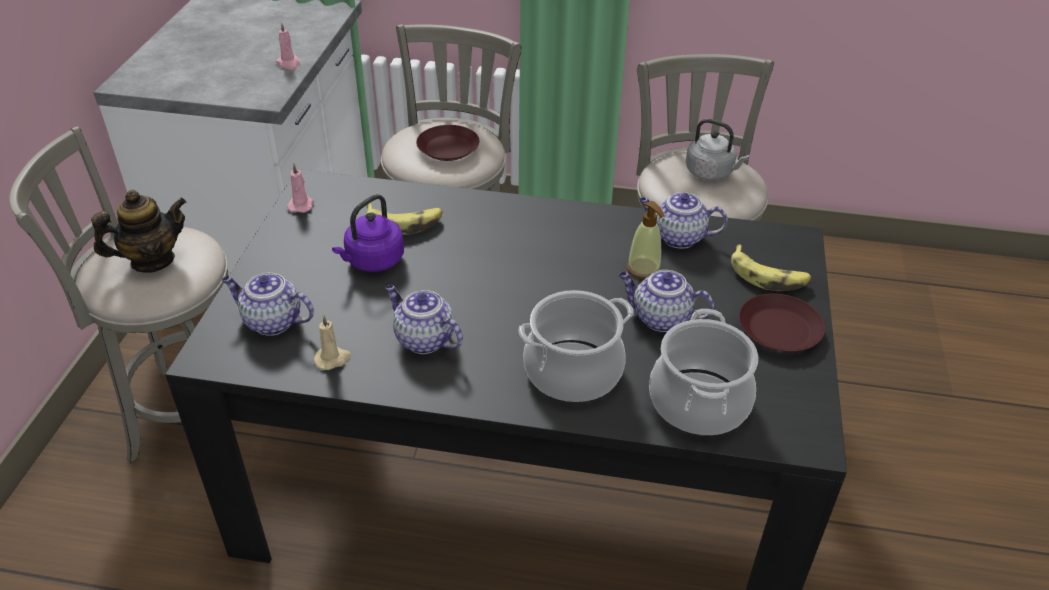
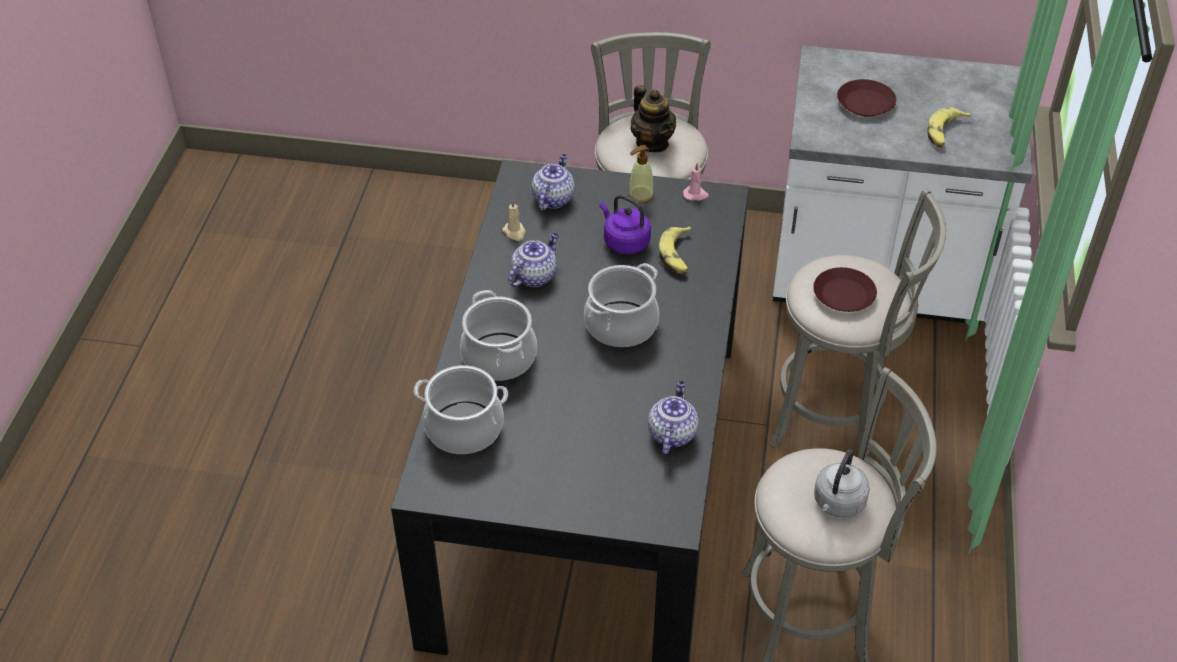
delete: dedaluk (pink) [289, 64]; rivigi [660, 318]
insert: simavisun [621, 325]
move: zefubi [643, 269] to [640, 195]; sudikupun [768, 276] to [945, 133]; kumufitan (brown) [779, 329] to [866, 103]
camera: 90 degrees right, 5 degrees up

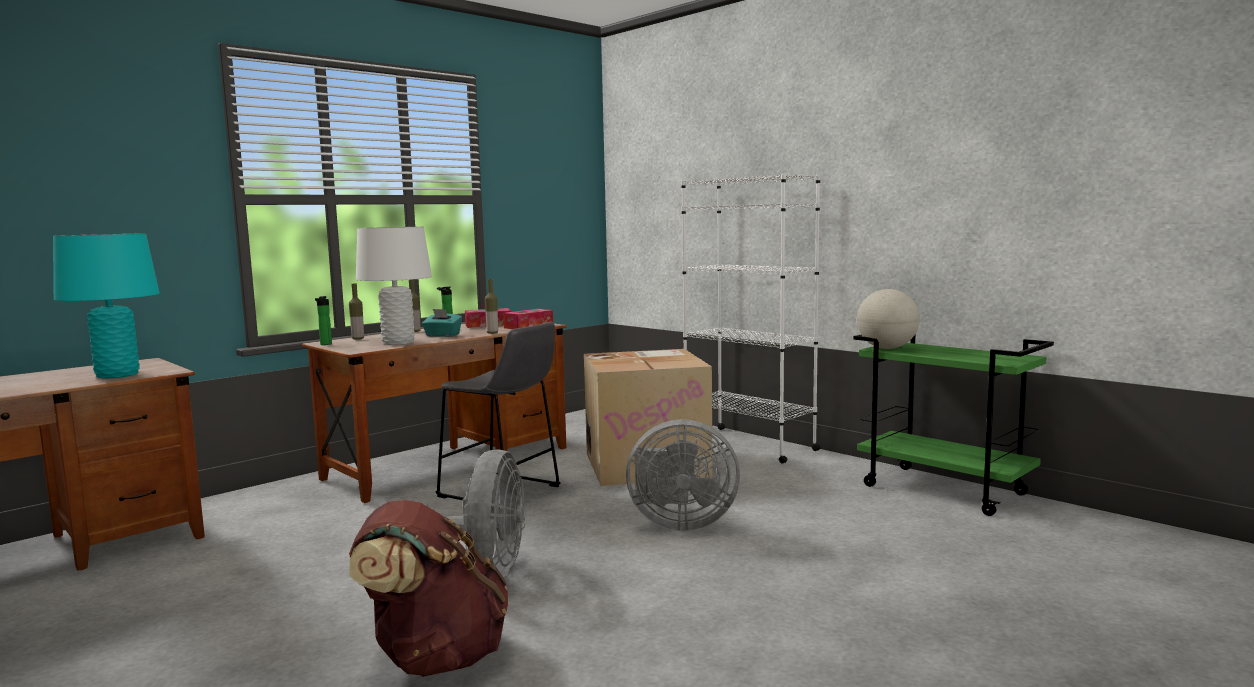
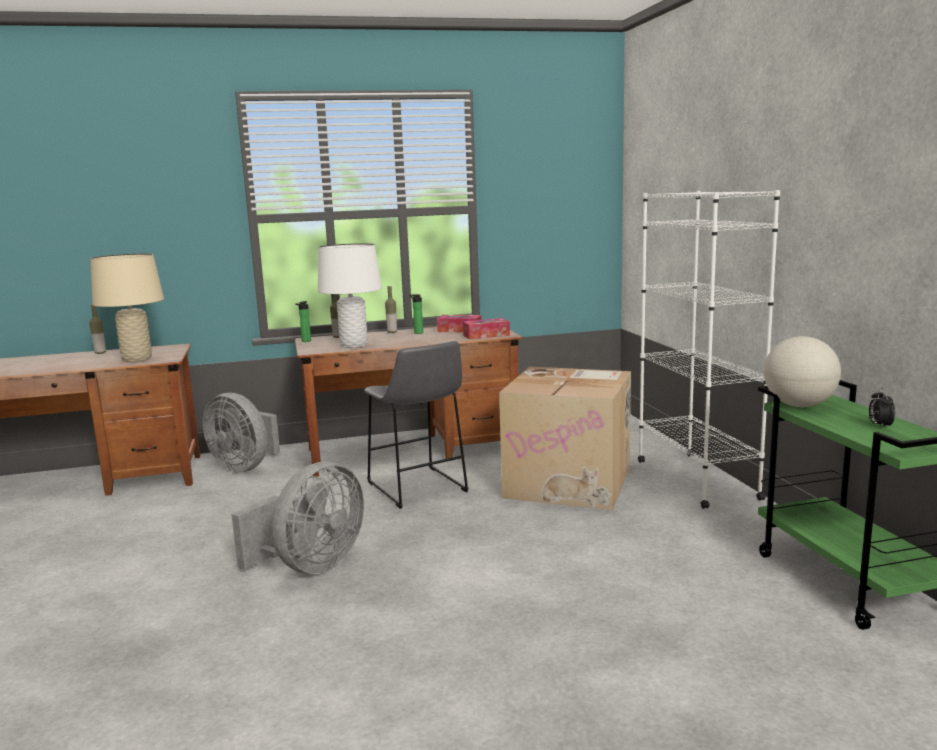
delete: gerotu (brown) [434, 658]; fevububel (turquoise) [442, 335]
insert: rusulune [879, 426]
move: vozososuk [492, 333] to [100, 353]; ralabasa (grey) [679, 524] to [245, 467]
recolor: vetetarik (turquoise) [117, 375] to vetetarik (beige) [137, 359]
camera: 30 degrees right, 5 degrees up

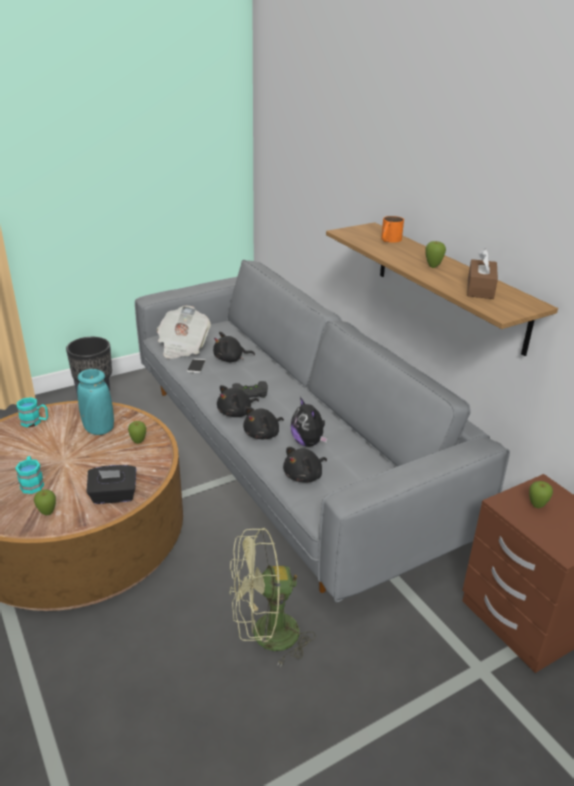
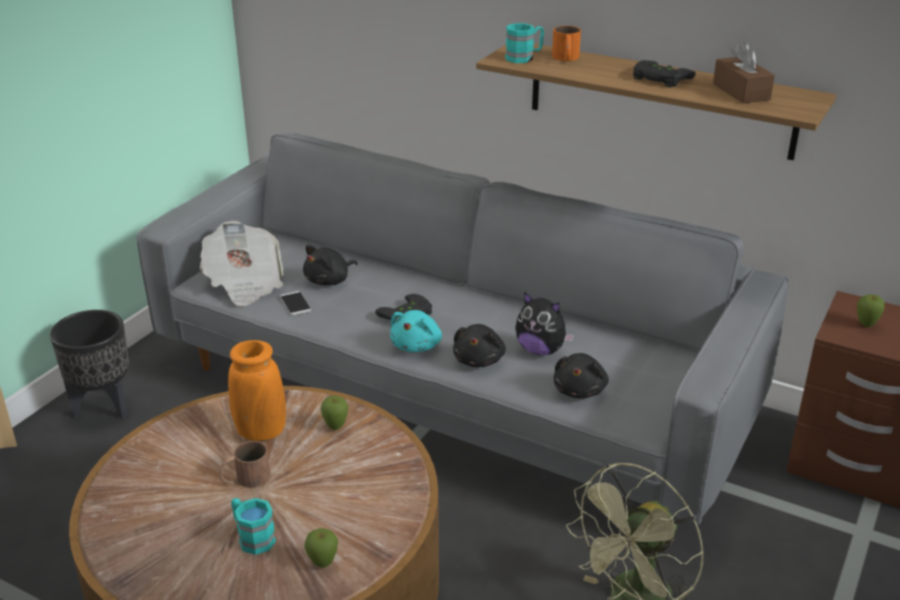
delete: fevububel (black) [113, 496]
insert: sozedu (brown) [245, 479]
move: sozedu (turquoise) [35, 422] to [524, 57]
replace: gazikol [433, 266] to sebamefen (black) [659, 78]
recolor: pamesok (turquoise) [99, 429] to pamesok (orange) [261, 432]; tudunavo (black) [236, 413] to tudunavo (turquoise) [417, 345]
camera: 30 degrees left, 0 degrees up

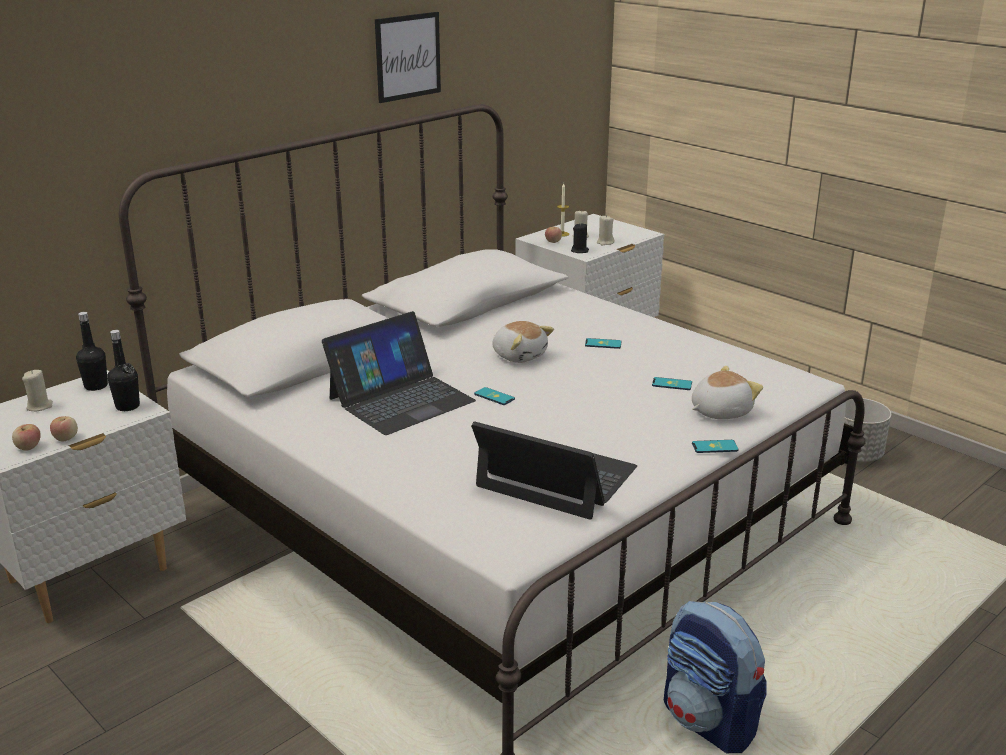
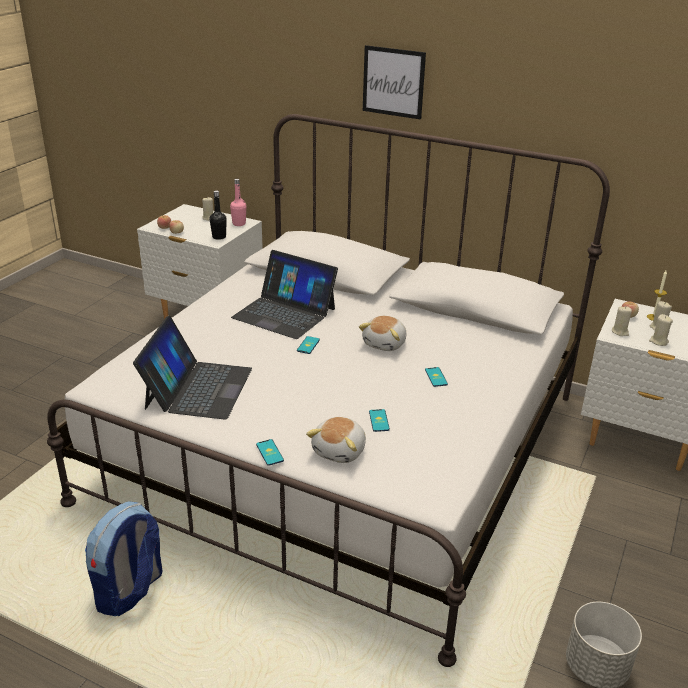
move: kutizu [408, 56] to [393, 82]
recolor: vozososuk (black) [96, 386] to vozososuk (pink) [239, 224]; dedaluk (black) [580, 251] to dedaluk (beige) [620, 332]
rotate: tudunavo [719, 411] = [340, 451] 75 degrees clockwise
camera: 70 degrees right, 5 degrees up

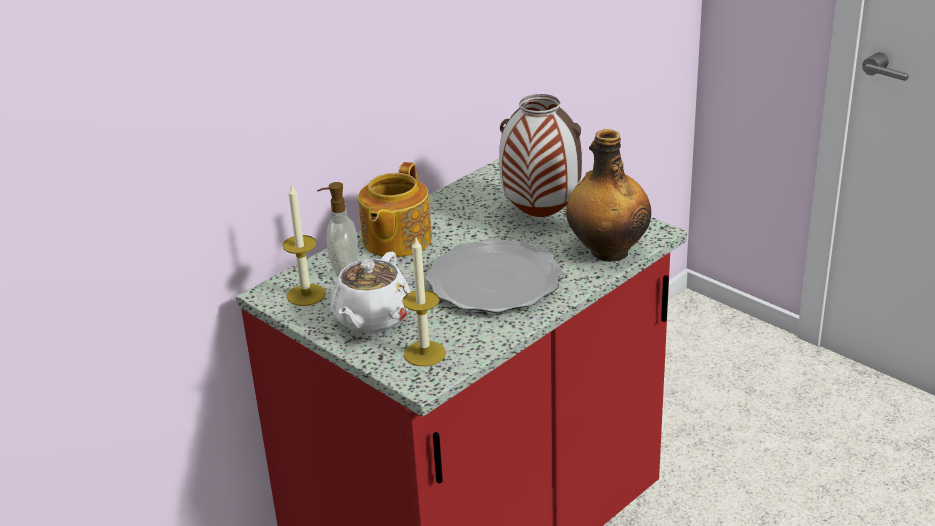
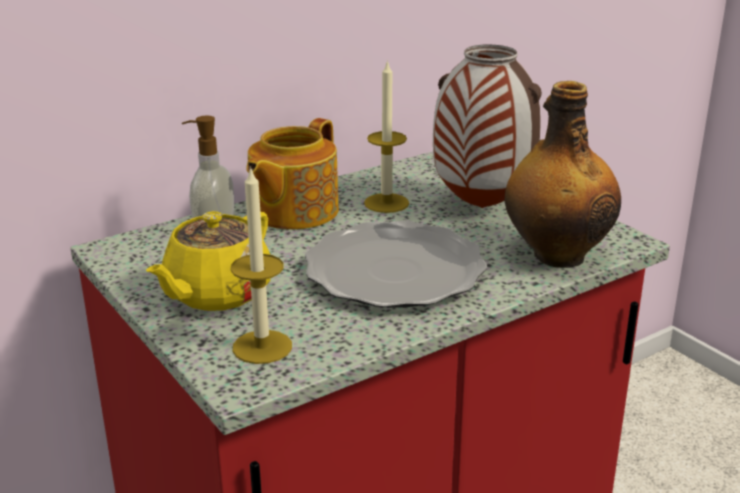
move: dedaluk [306, 295] to [386, 203]
recolor: rivigi (white) [371, 318] to rivigi (yellow) [216, 293]
camera: 10 degrees right, 5 degrees down

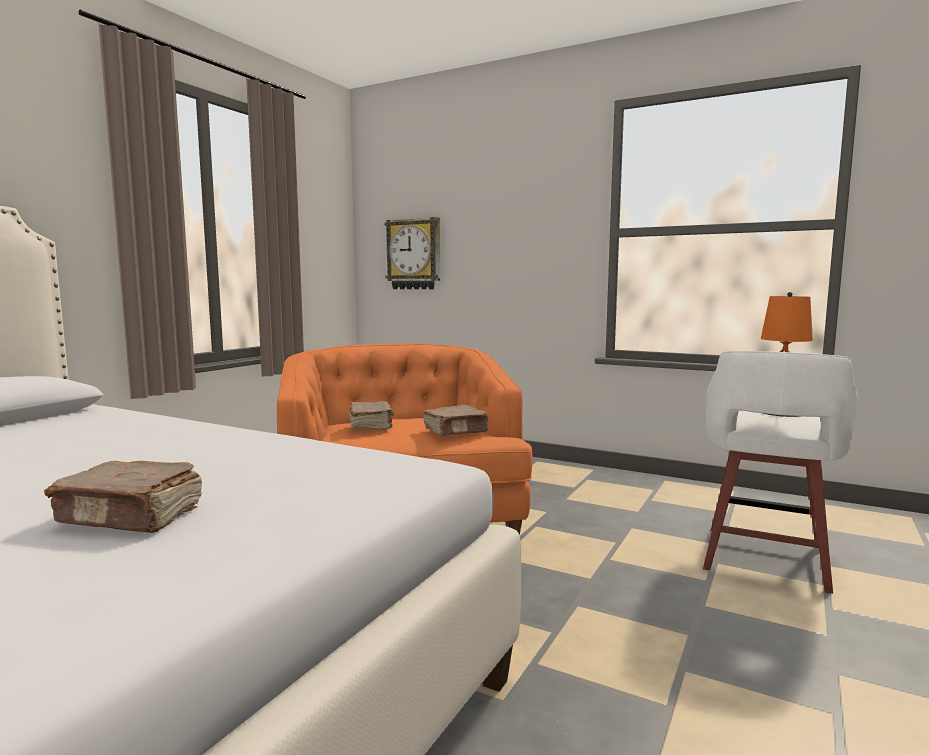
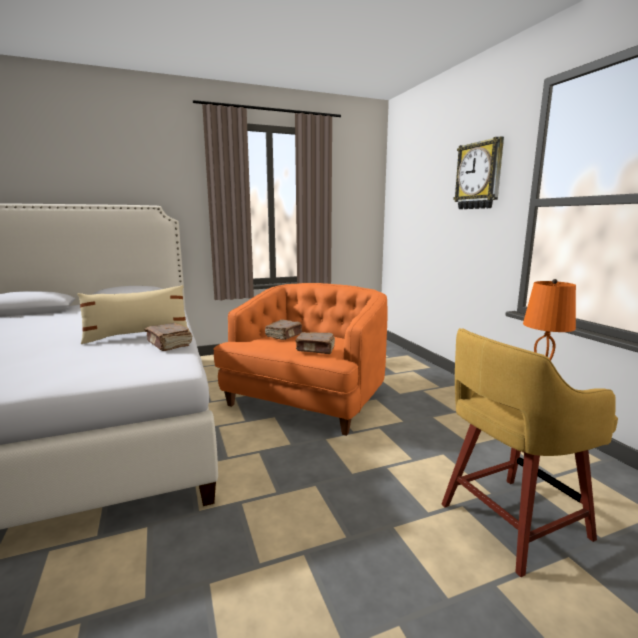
insert: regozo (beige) [137, 335]
move: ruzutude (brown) [132, 517] to [169, 344]; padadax [414, 254] to [479, 176]
recolor: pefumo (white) [763, 559] to pefumo (yellow) [510, 522]
camera: 40 degrees right, 5 degrees up

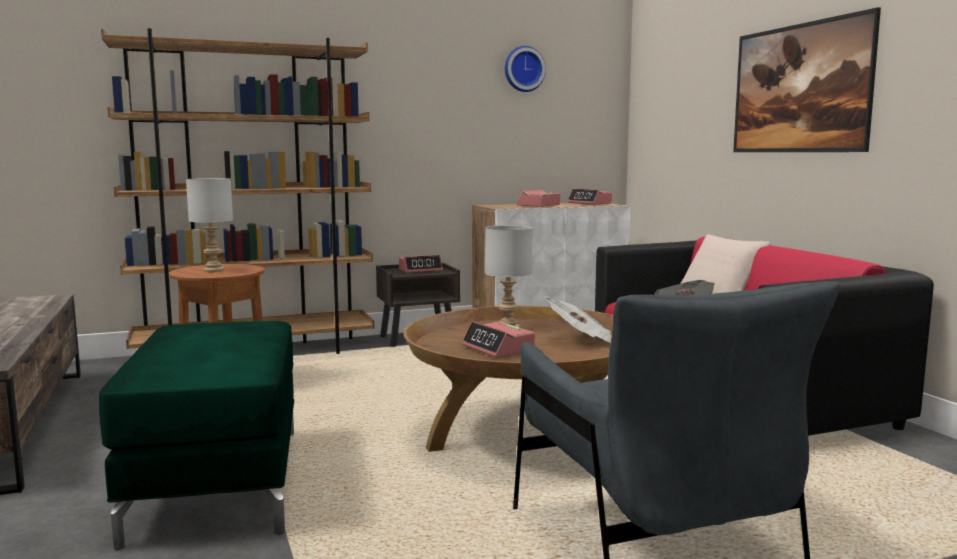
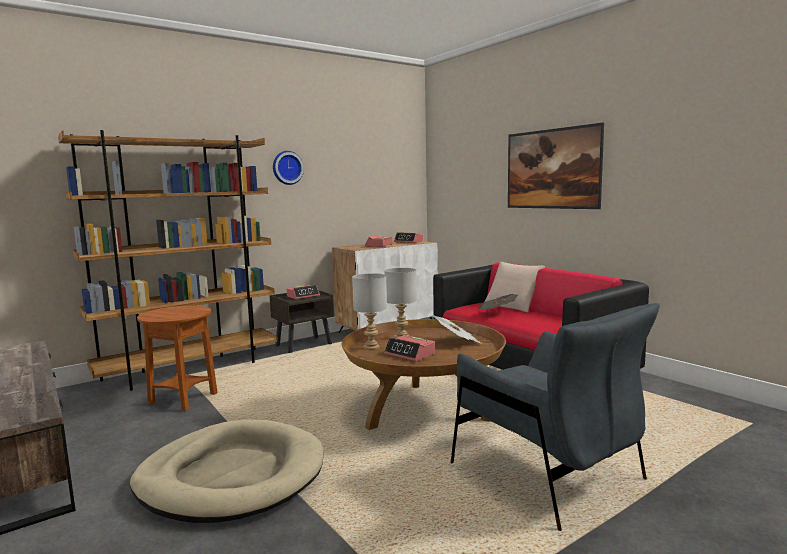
move: vetetarik (grey) [213, 270] to [371, 348]; padadax [523, 69] to [287, 168]
replace: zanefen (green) [218, 482] to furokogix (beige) [232, 476]
camera: 15 degrees left, 0 degrees up

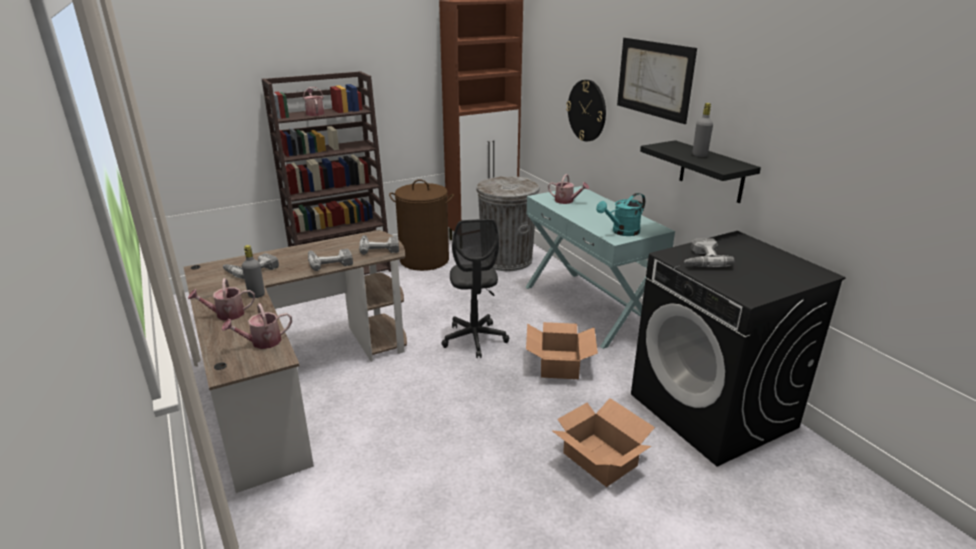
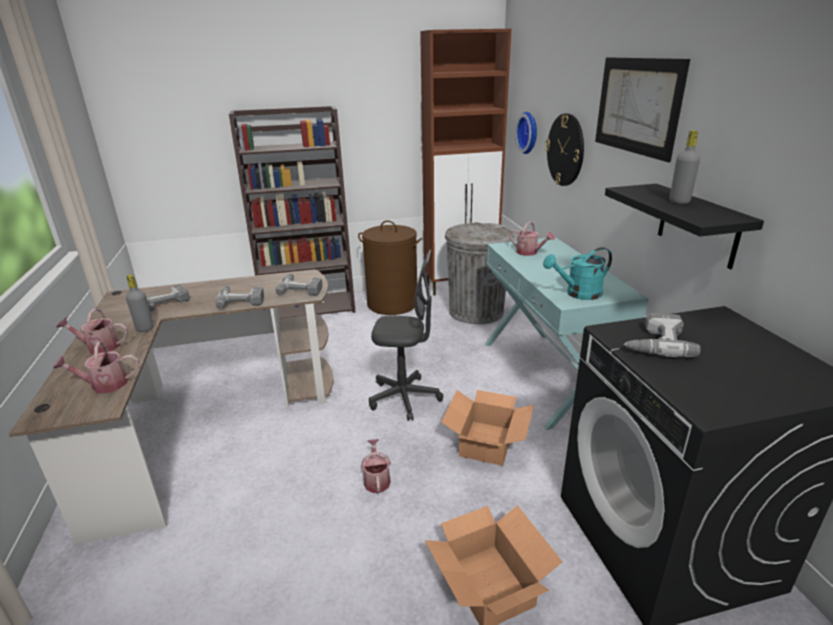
insert: padadax [529, 132]
move: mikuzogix [314, 113] to [376, 479]
rotate: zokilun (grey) [474, 339] = [404, 398] 90 degrees counterclockwise
camera: 15 degrees right, 0 degrees up

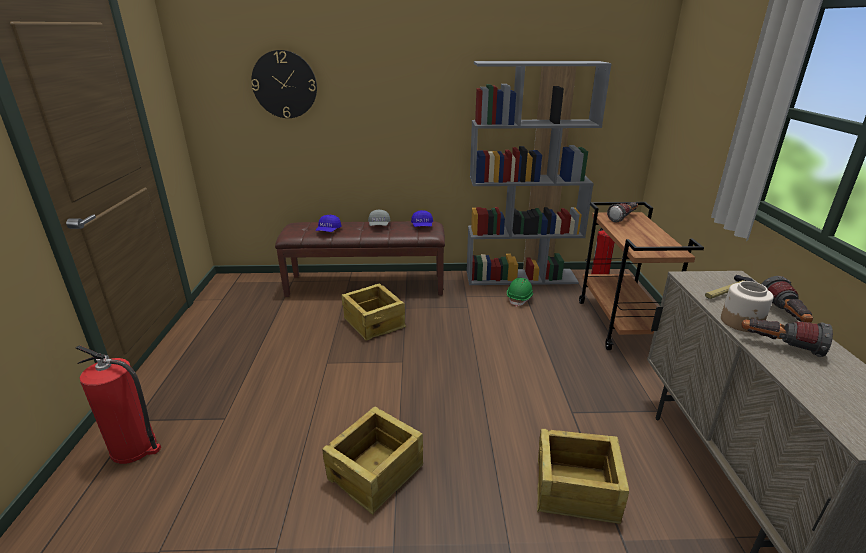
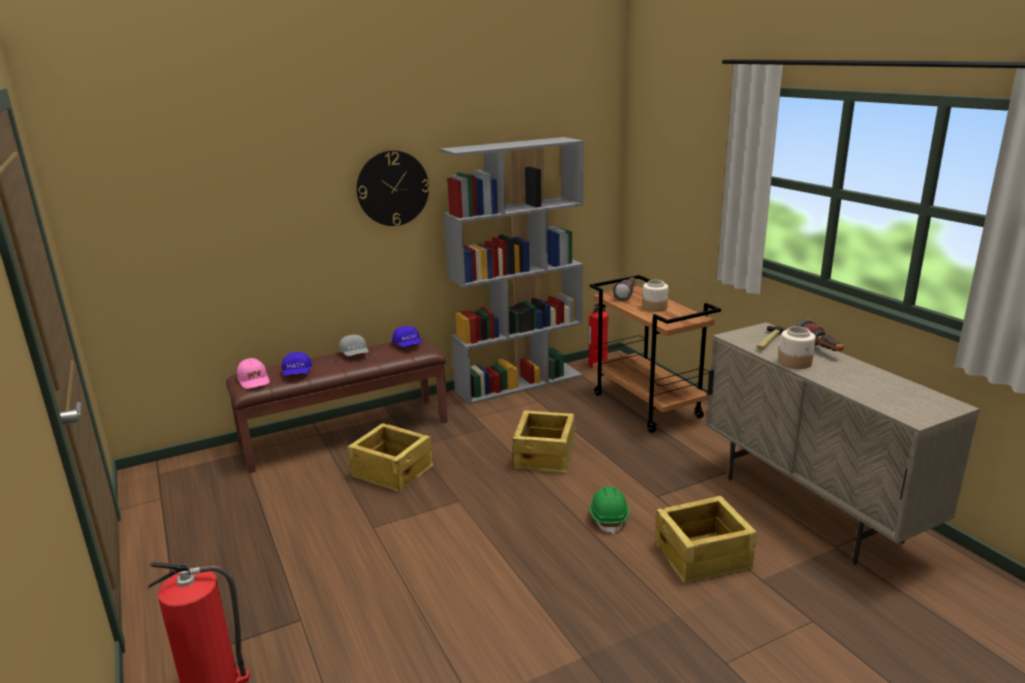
delete: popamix [779, 346]
insert: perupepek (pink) [254, 380]; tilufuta [655, 307]
move: padadax [284, 84] to [392, 188]; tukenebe [376, 472] to [545, 455]; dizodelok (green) [520, 298] to [609, 518]
camera: 25 degrees left, 5 degrees down

